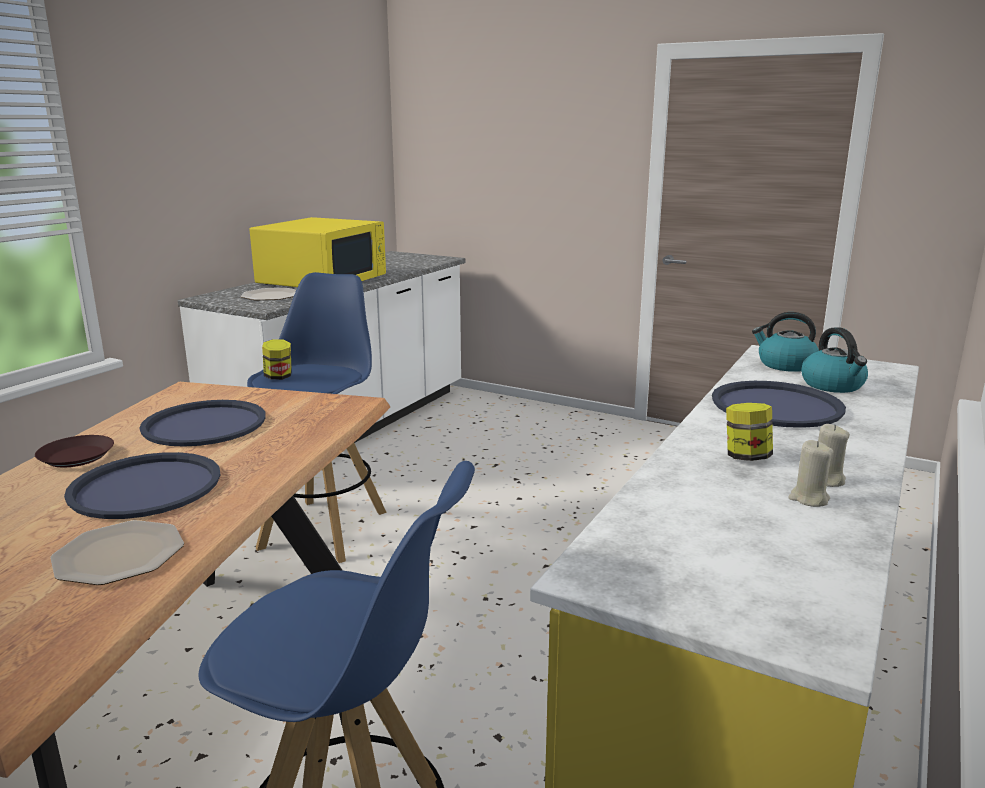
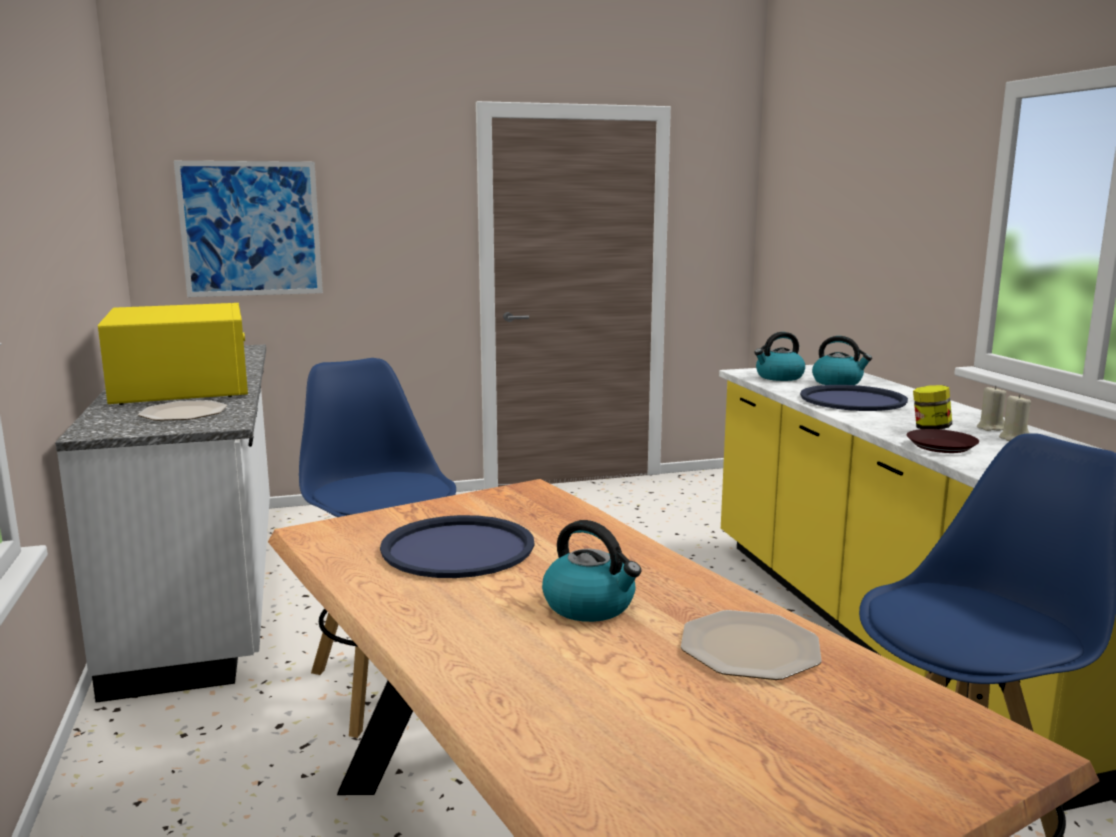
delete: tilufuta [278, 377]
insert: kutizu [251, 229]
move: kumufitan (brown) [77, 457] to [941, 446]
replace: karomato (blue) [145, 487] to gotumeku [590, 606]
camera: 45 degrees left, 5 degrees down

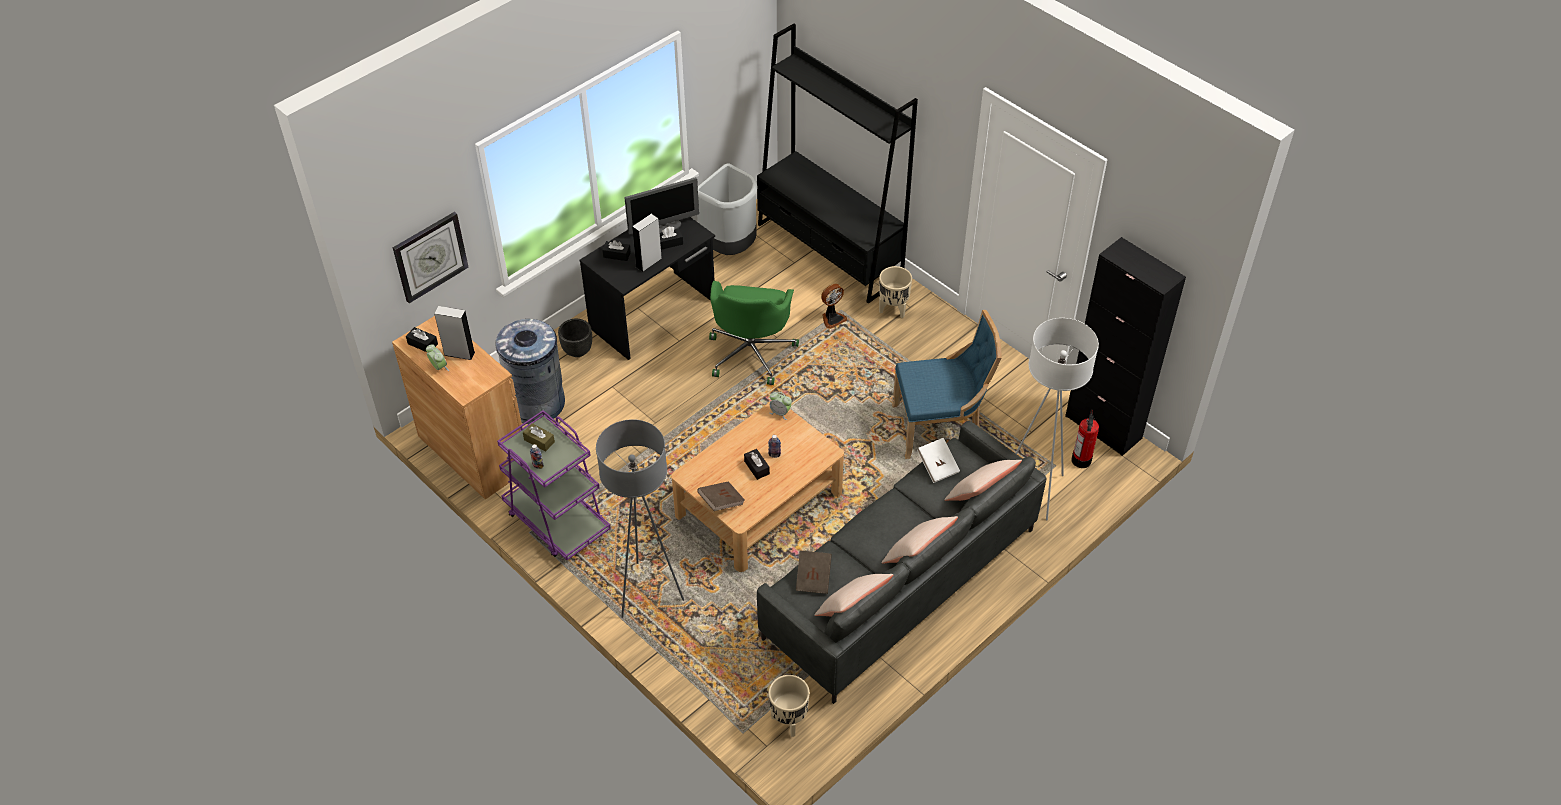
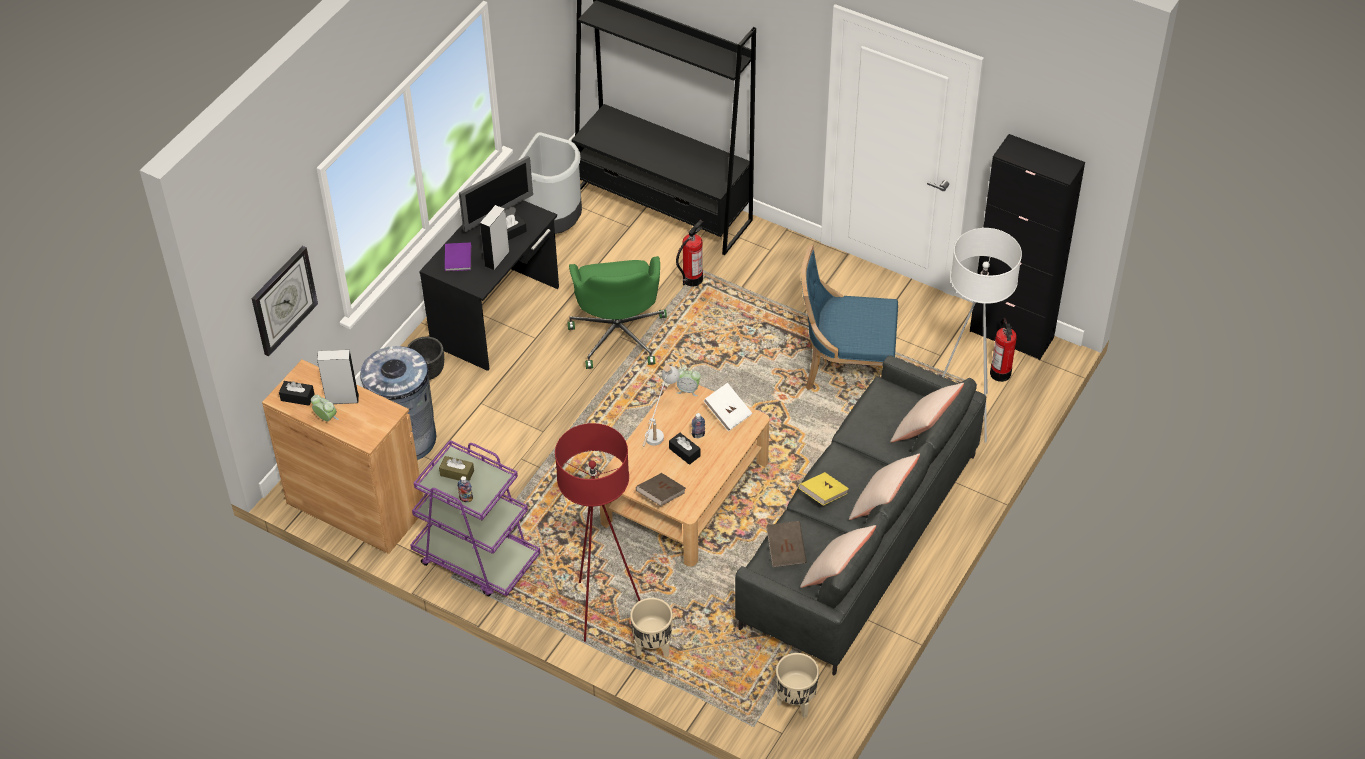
insert: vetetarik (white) [659, 427]; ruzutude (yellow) [823, 495]
move: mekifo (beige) [892, 310] to [652, 648]; ruzutude (white) [937, 466] to [728, 413]
replace: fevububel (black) [617, 255] to ruzutude (purple) [458, 257]; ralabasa [832, 318] to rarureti [692, 279]
recolor: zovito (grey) [647, 592] to zovito (red) [602, 609]
rotate: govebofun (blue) [940, 427] = [846, 370] 150 degrees counterclockwise
camera: 15 degrees left, 0 degrees up

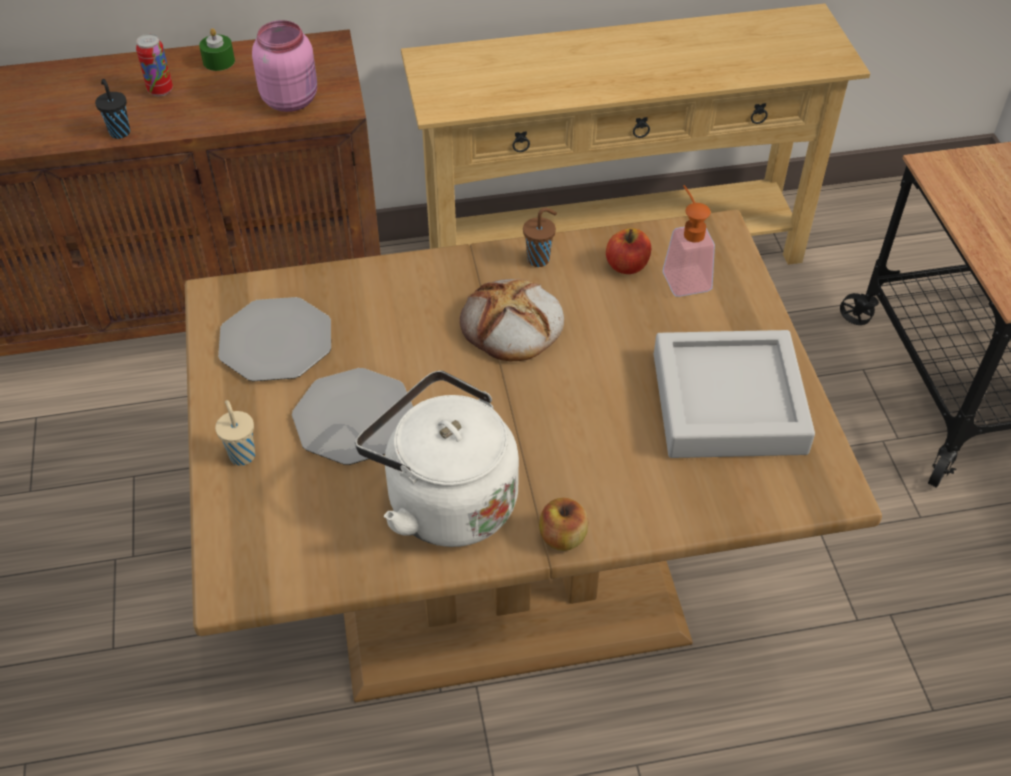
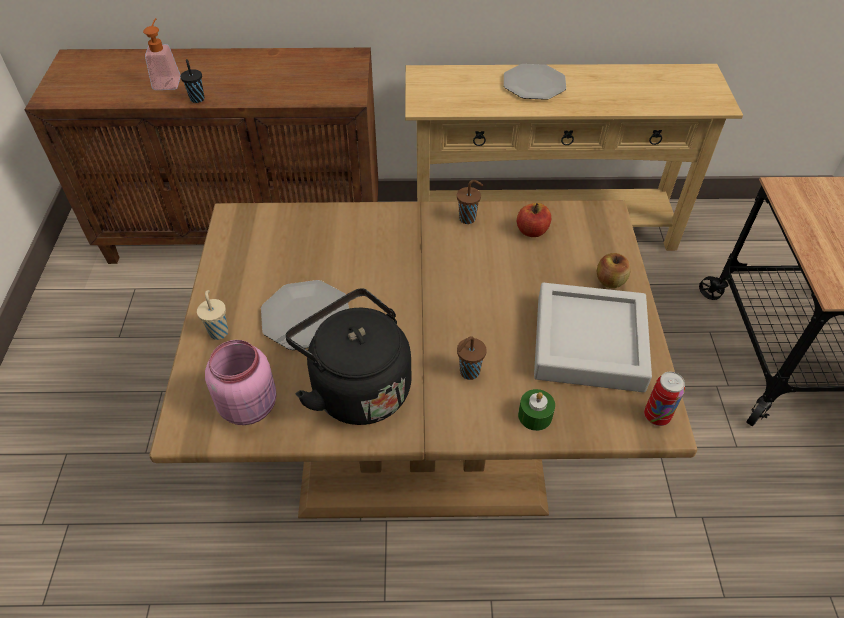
delete: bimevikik [512, 326]
insert: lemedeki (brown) [468, 372]
move: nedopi [160, 90] to [656, 416]; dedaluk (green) [219, 61] to [535, 416]; kumufitan [276, 341] to [534, 83]; tilufuta (pink) [291, 99] to [250, 405]; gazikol [562, 537] to [610, 281]; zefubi [683, 275] to [168, 80]
recolor: gotumeku (white) [444, 500] to gotumeku (black) [356, 387]
camera: 10 degrees right, 0 degrees up

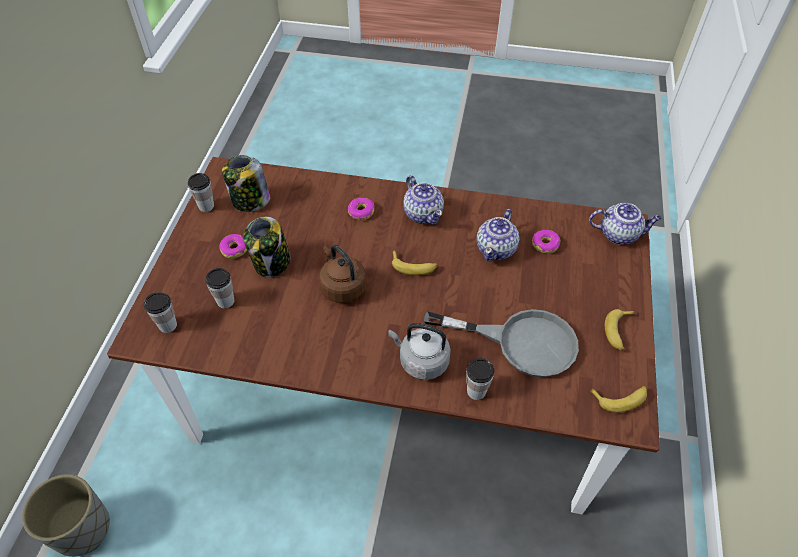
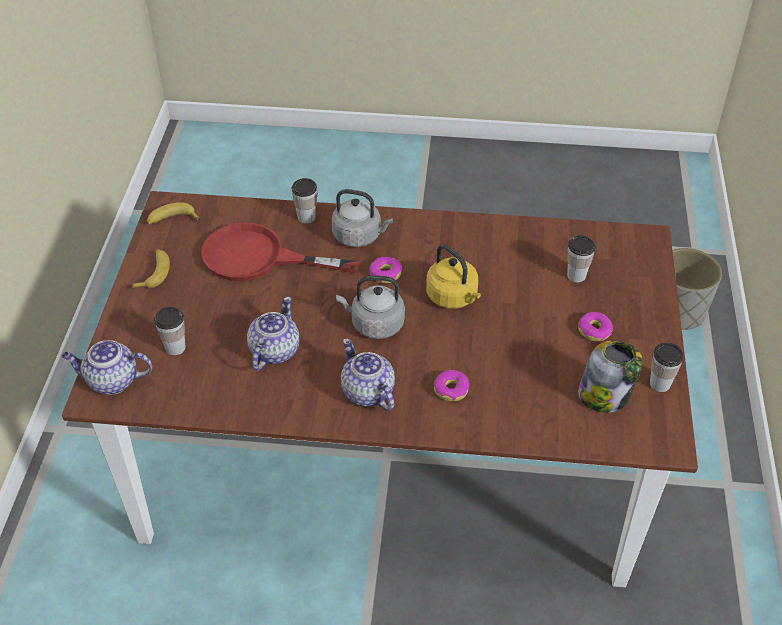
delete: tilufuta [272, 263]
move: lemedeki [168, 325] to [175, 348]; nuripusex [545, 244] to [385, 274]
replace: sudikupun [413, 266] to gotumeku (grey) [374, 324]
recolor: gotumeku (brown) [342, 287] to gotumeku (yellow) [453, 297]; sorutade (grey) [521, 342] to sorutade (red) [258, 258]
camera: 175 degrees right, 5 degrees down

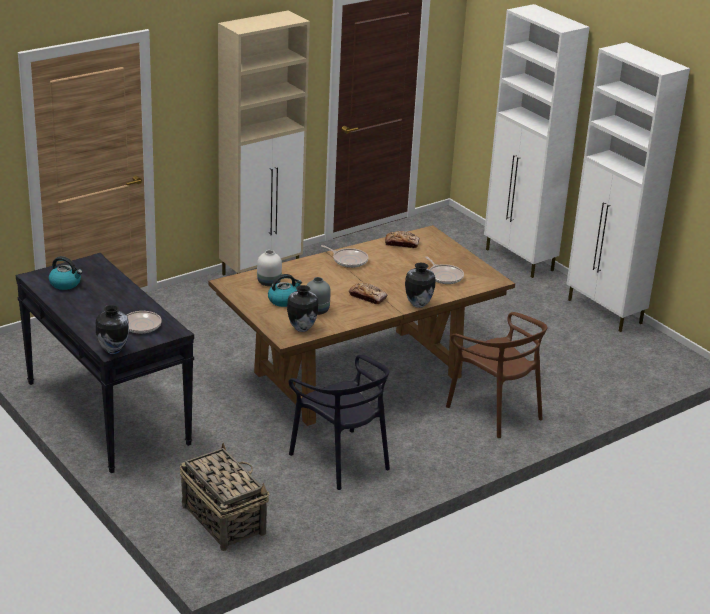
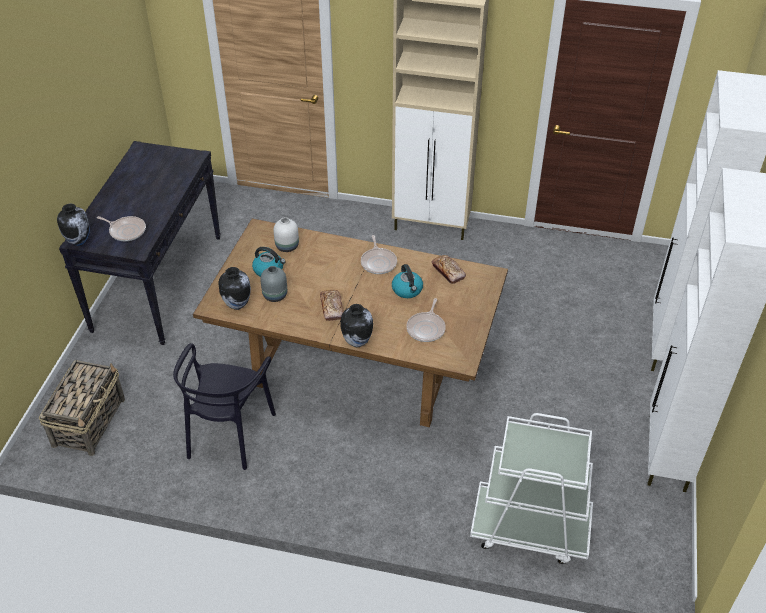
delete: govebofun (brown) [495, 411]
insert: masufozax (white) [529, 528]
move: gotumeku [66, 284] to [407, 290]
camera: 50 degrees right, 15 degrees up

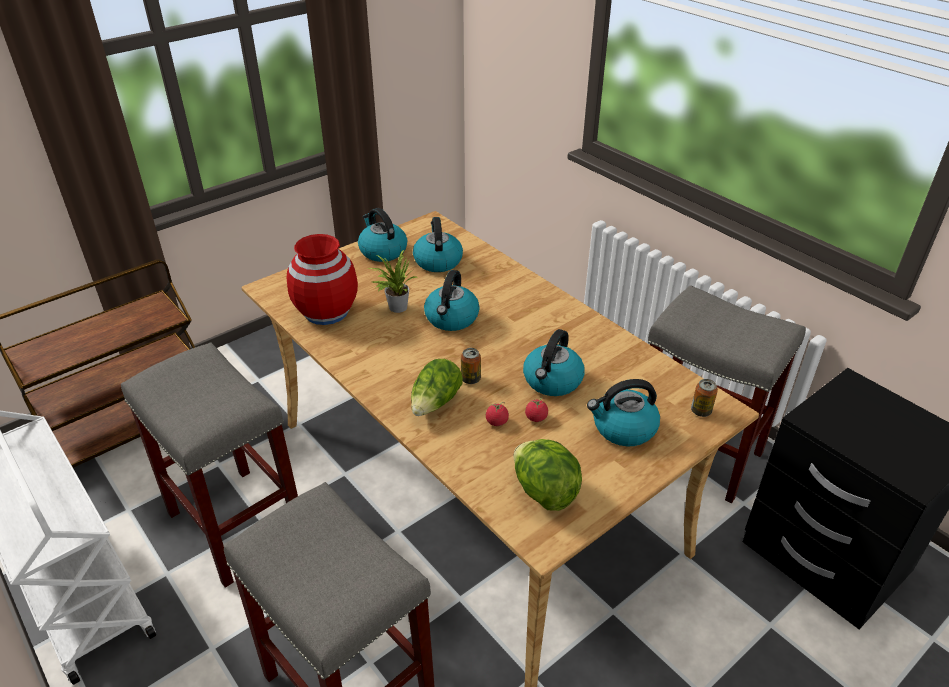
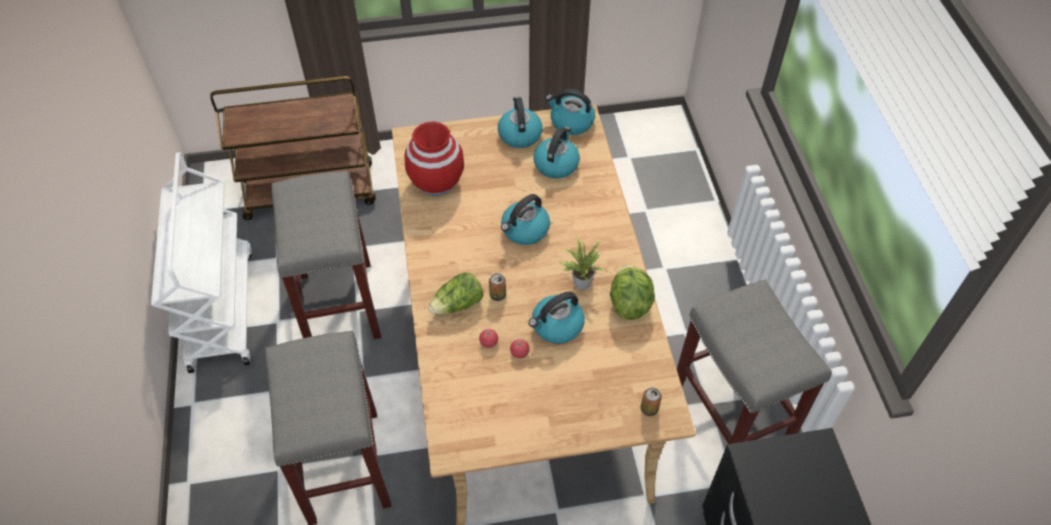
move: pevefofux [395, 307] to [580, 281]; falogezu [544, 491] to [629, 303]; gotumeku [623, 428] to [571, 122]
camera: 30 degrees right, 15 degrees up

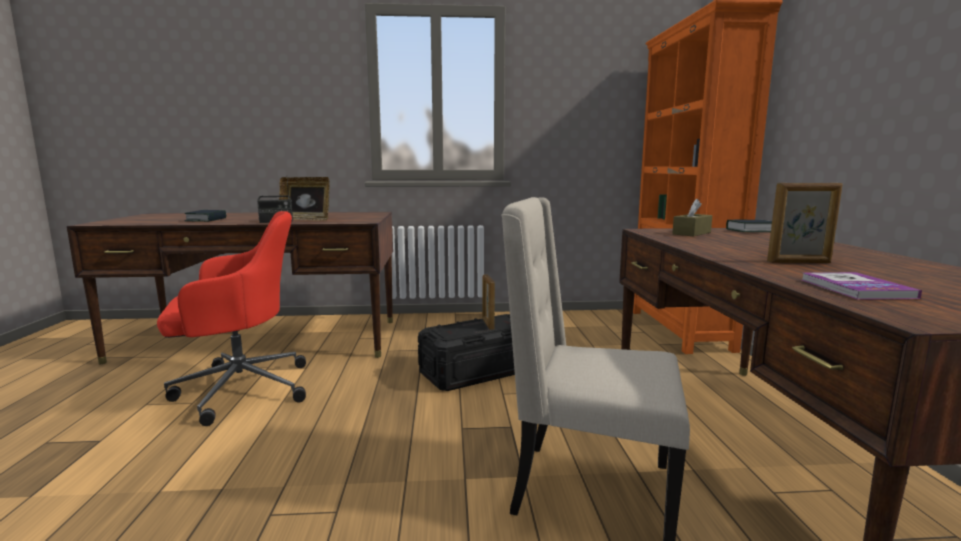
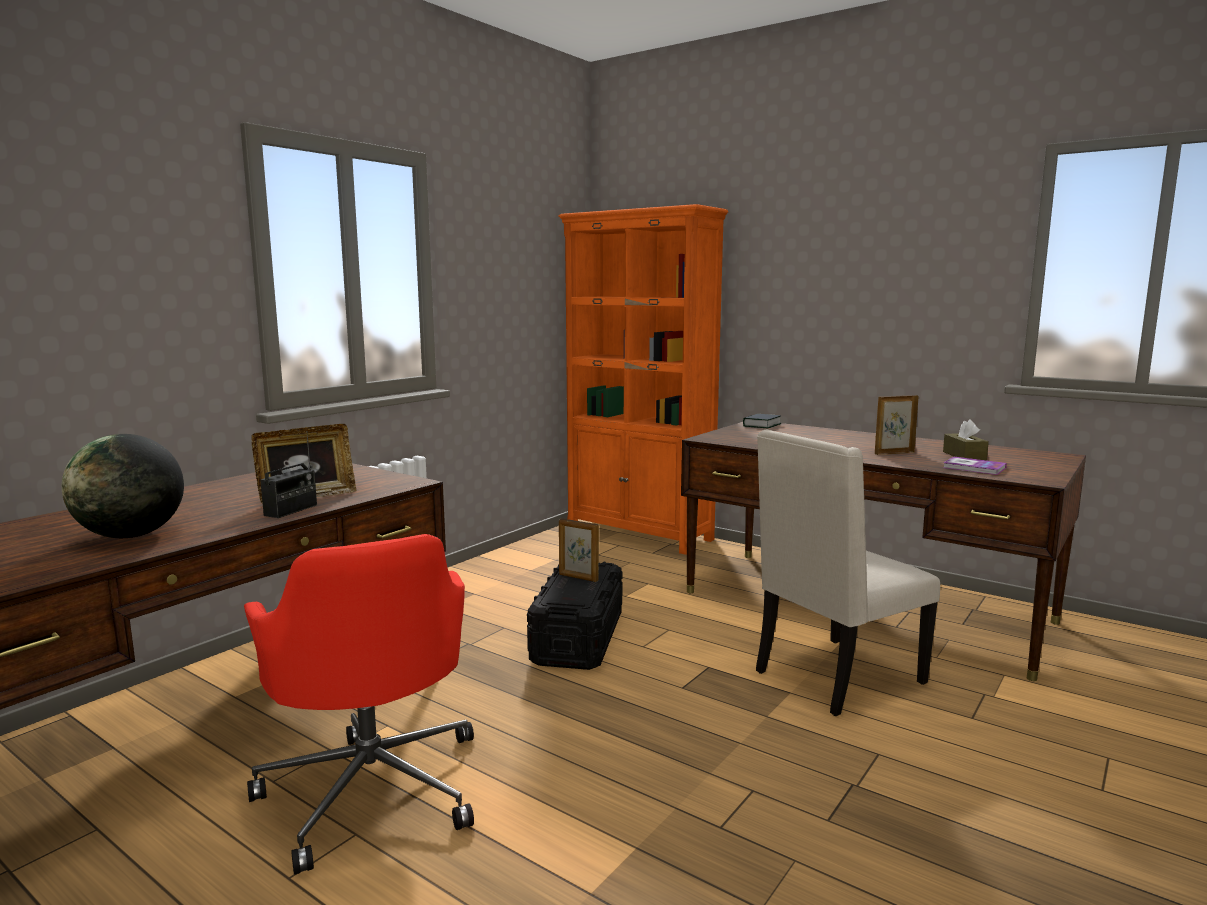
move: fevububel (brown) [691, 233] to [964, 456]
replace: ruzutude [206, 220] to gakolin [131, 536]
rotate: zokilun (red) [239, 389] = [373, 787] 135 degrees clockwise; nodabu [799, 262] = [893, 453] 150 degrees counterclockwise
camera: 50 degrees left, 0 degrees up

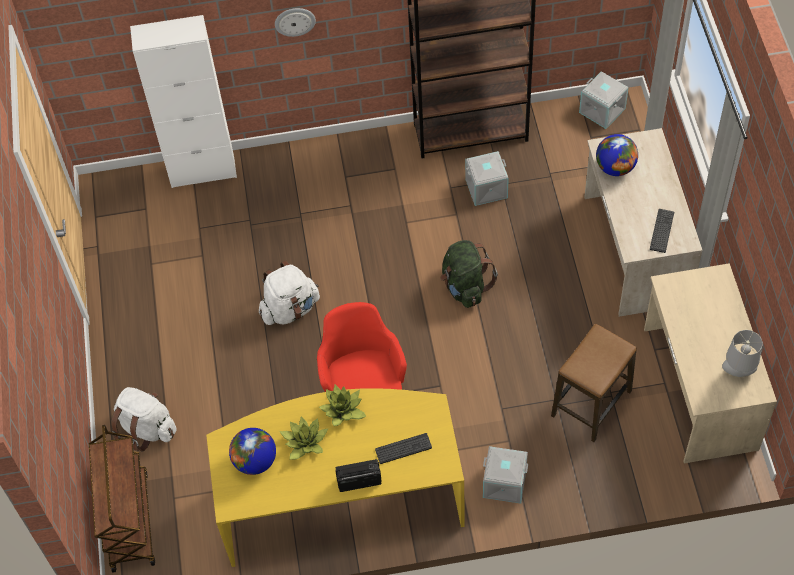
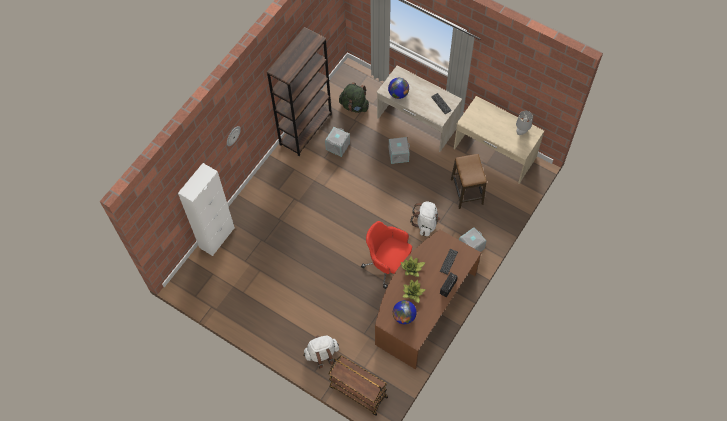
move: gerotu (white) [290, 309] to [426, 223]; gerotu (green) [465, 286] to [354, 106]; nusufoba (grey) [603, 110] to [398, 154]
recolor: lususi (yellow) [340, 498] to lususi (brown) [423, 307]
camera: 50 degrees left, 5 degrees up

